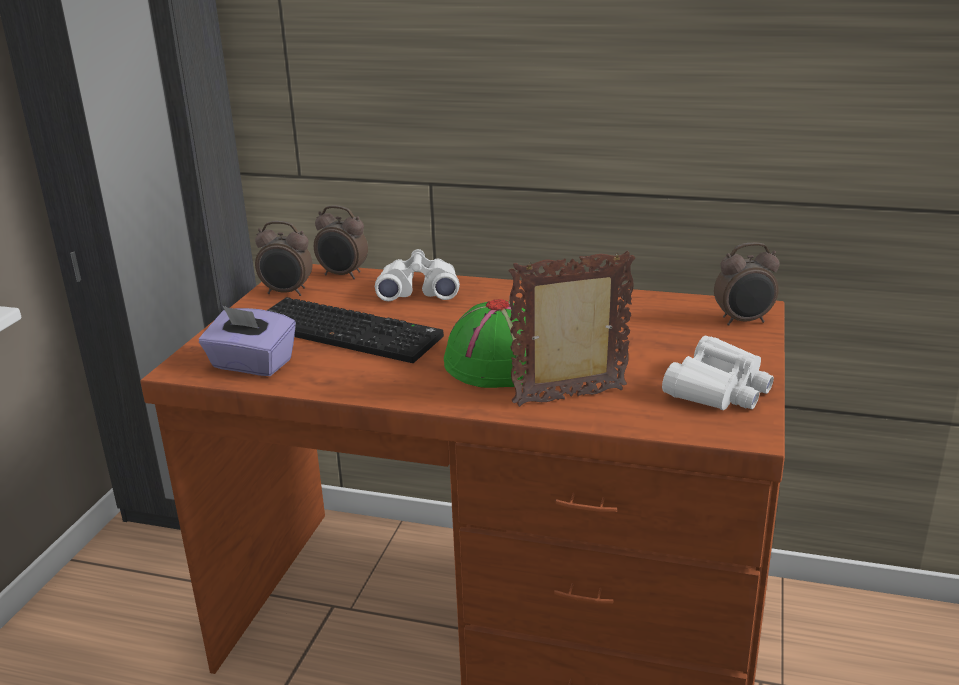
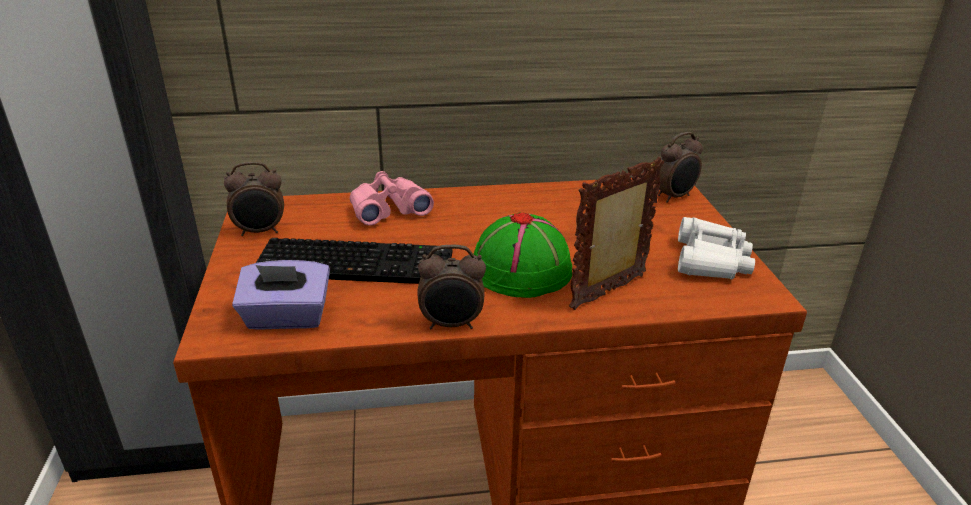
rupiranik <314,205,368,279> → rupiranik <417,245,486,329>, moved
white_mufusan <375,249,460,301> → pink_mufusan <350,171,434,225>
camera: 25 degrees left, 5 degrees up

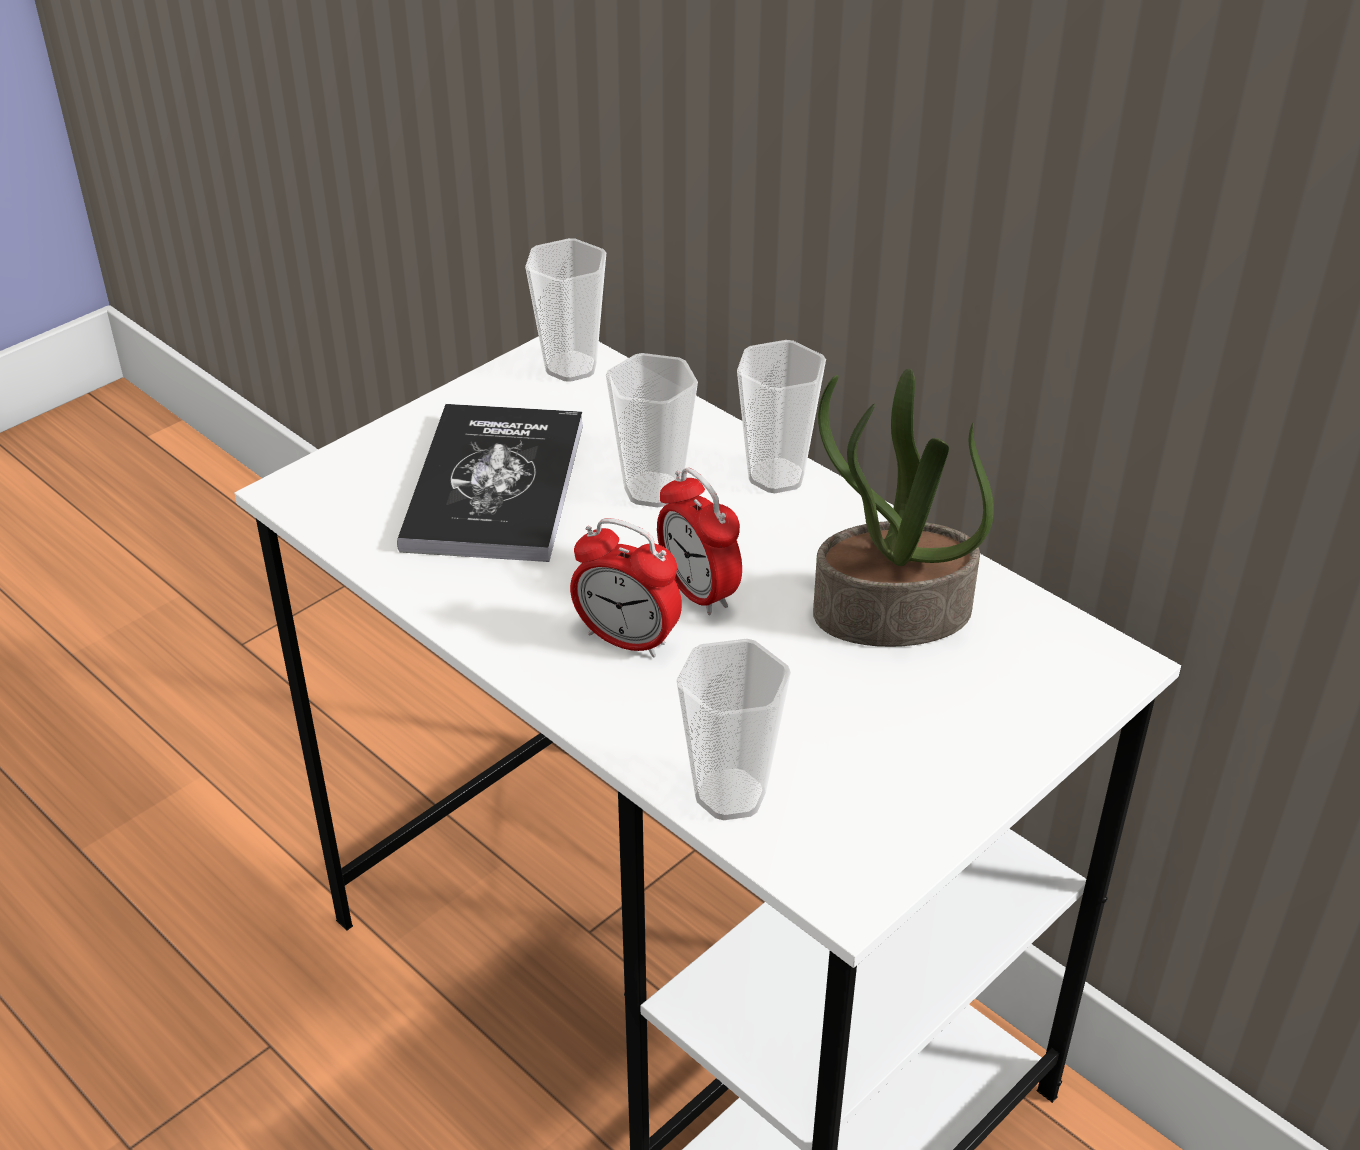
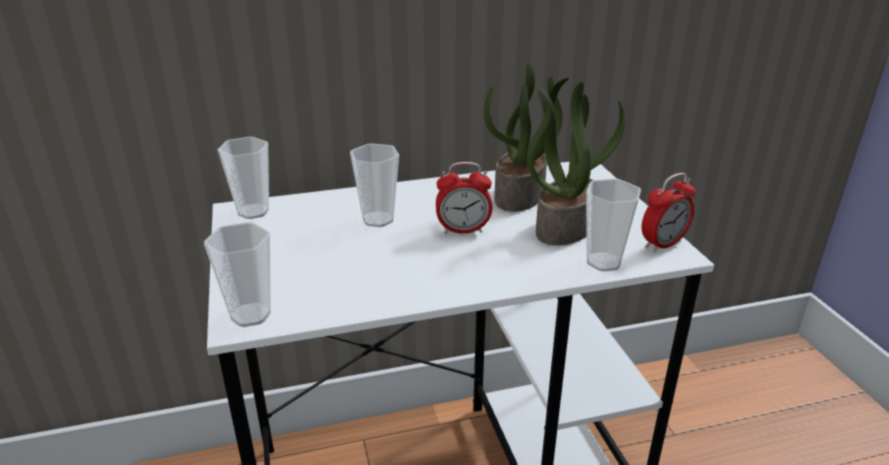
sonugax <737,340,826,493> → sonugax <204,222,271,327>, moved
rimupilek <397,404,583,562> → -
rupiranik <570,518,682,657> → rupiranik <642,173,696,253>, moved
- → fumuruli <527,82,625,246>
camera: 60 degrees left, 10 degrees down

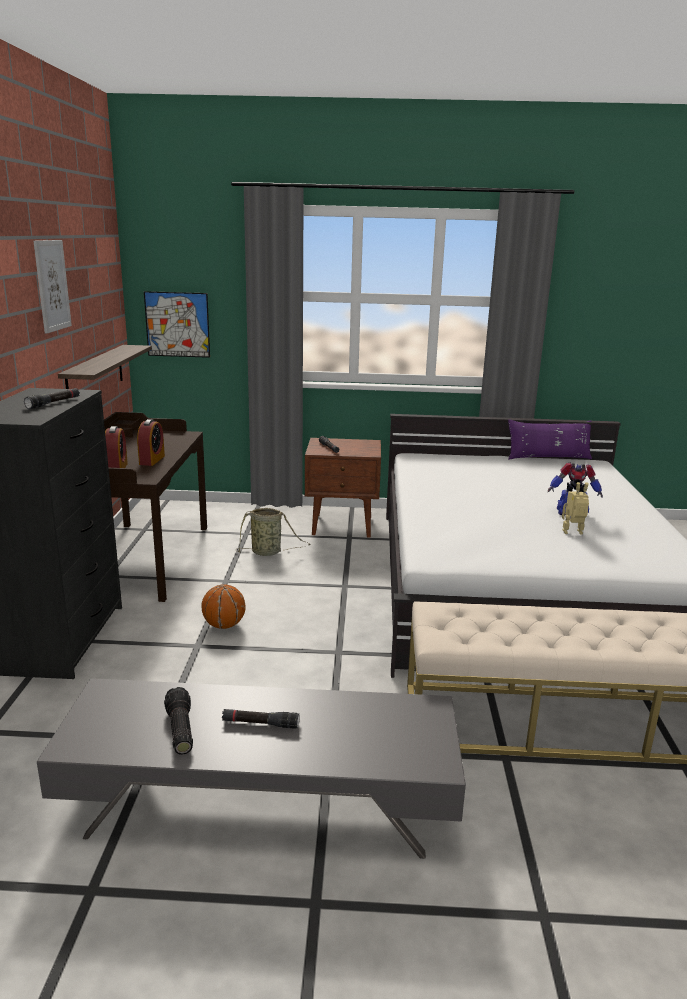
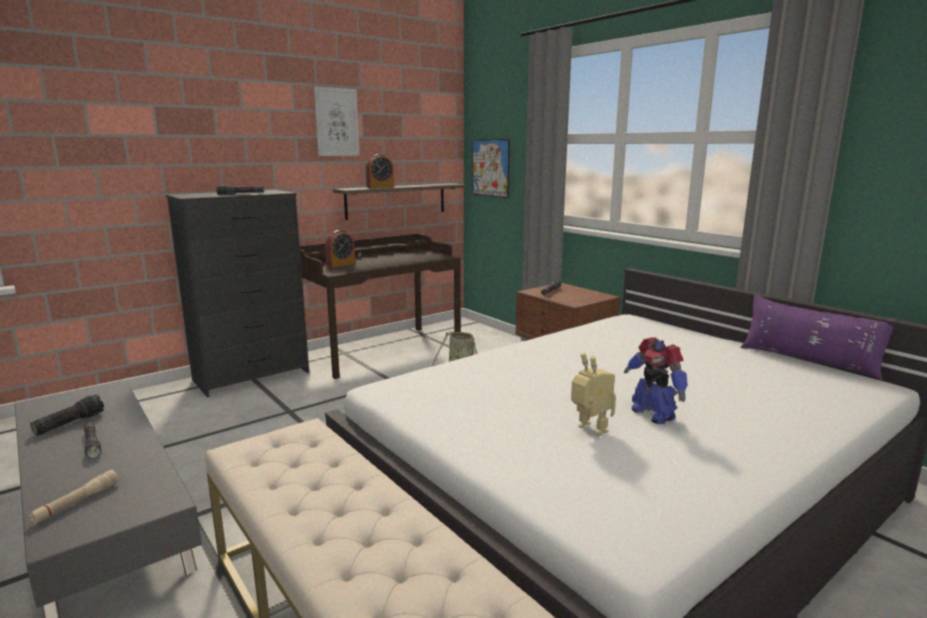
rupiranik <137,419,165,466> → rupiranik <366,154,394,188>, moved
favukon <202,584,246,629> → -
- → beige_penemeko <29,470,119,524>
camera: 50 degrees right, 5 degrees down

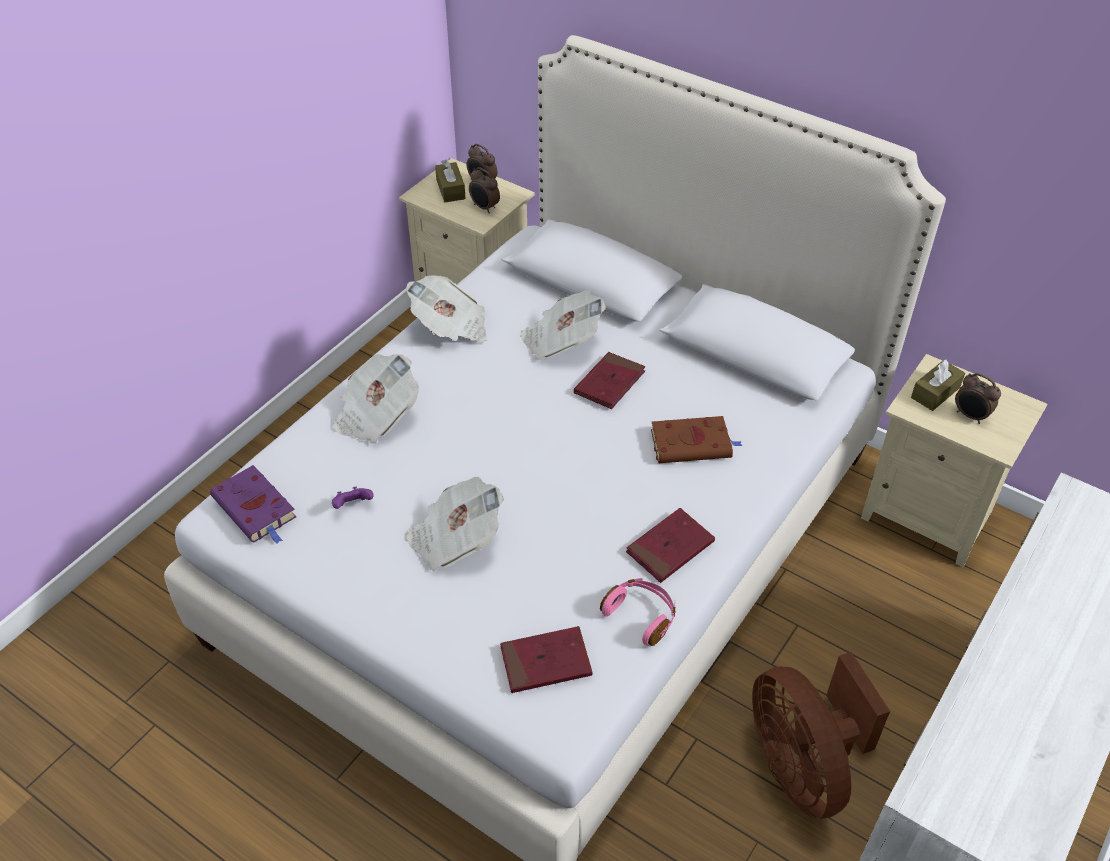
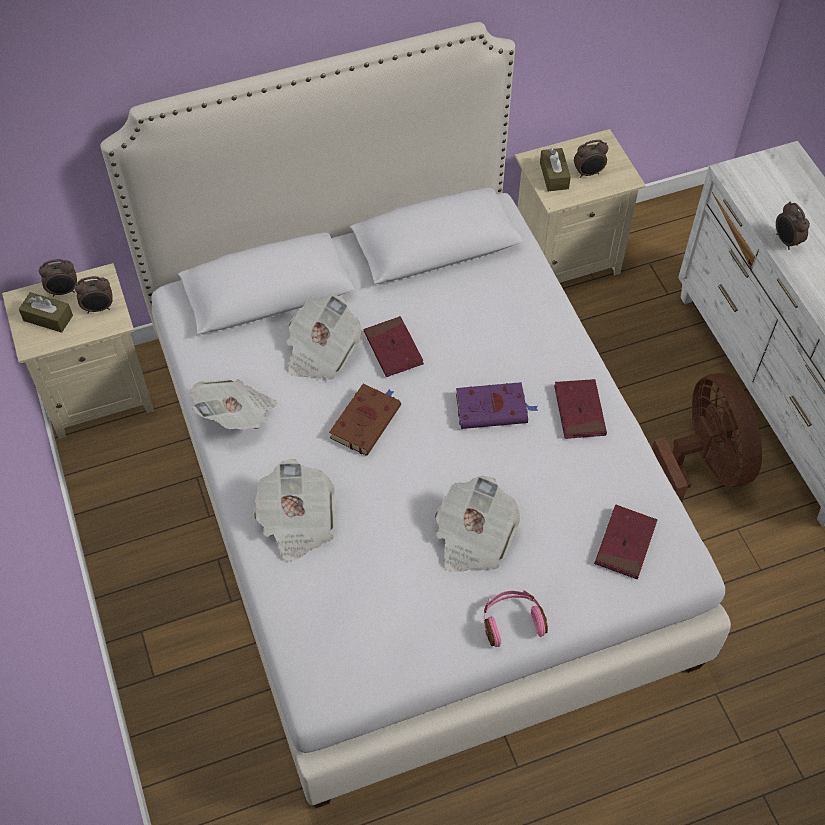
brown_rimupilek <651,416,743,463> → brown_rimupilek <329,384,401,456>, moved
purple_rimupilek <210,465,296,544> → purple_rimupilek <456,382,539,429>, moved
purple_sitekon <332,486,374,509> → -
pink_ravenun <600,578,675,646> → pink_ravenun <484,590,548,647>, moved
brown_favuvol <752,652,890,819> → brown_favuvol <652,373,762,502>, 120 degrees counterclockwise
- → rupiranik <776,202,810,250>
camera: 55 degrees left, 10 degrees up

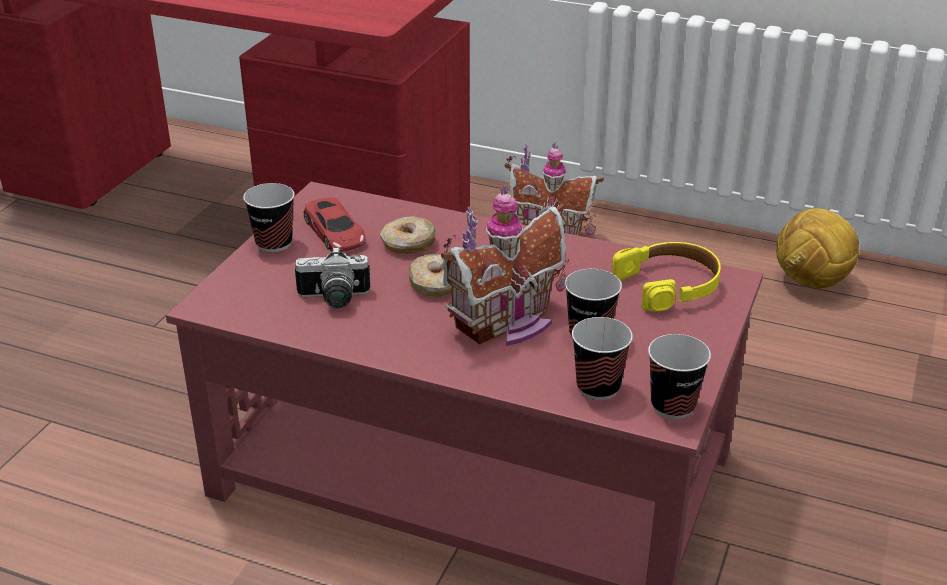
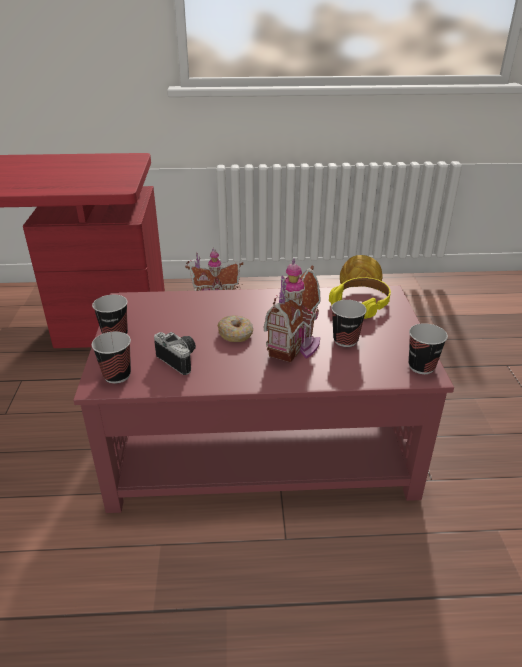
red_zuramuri <304,197,366,251> → -
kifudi <380,216,436,254> → -
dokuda <295,247,370,309> → dokuda <154,332,196,375>, 105 degrees counterclockwise
sonugax <572,317,633,400> → sonugax <92,331,131,384>, moved
camera: 25 degrees left, 0 degrees up

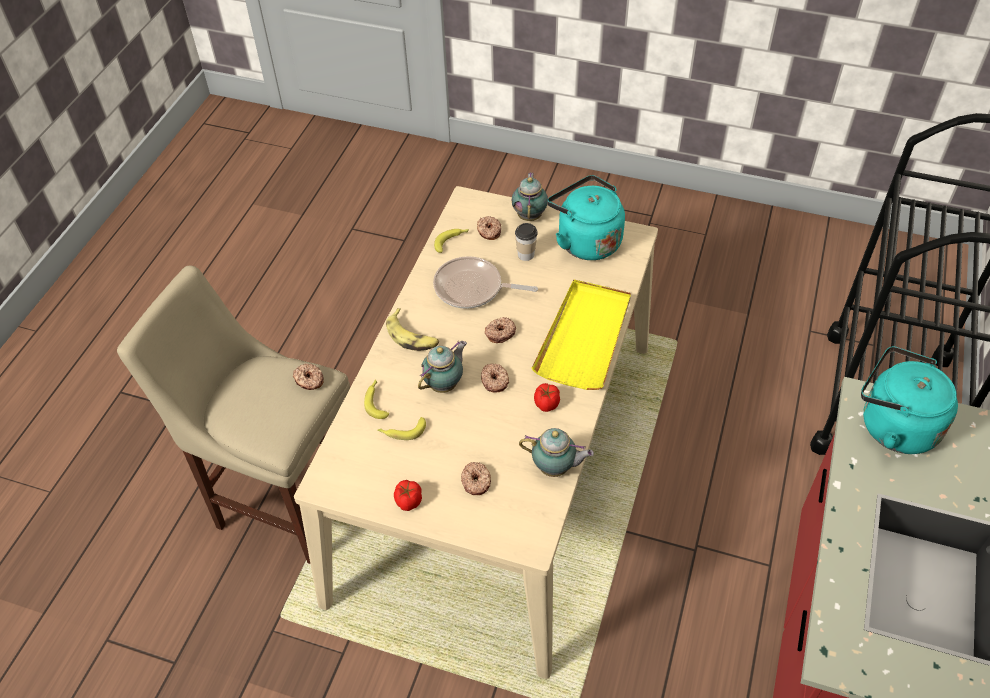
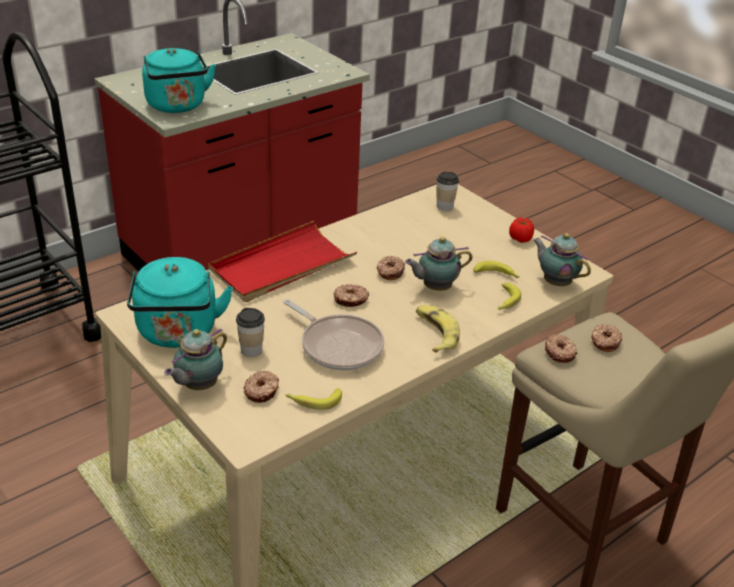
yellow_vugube <532,280,631,390> → red_vugube <208,220,357,302>
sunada <534,383,560,412> → -
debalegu <519,428,594,477> → debalegu <533,233,591,286>, moved
kifudi <461,462,491,495> → kifudi <591,324,622,352>, moved
- → sonugax <436,171,459,211>
camera: 150 degrees left, 15 degrees down

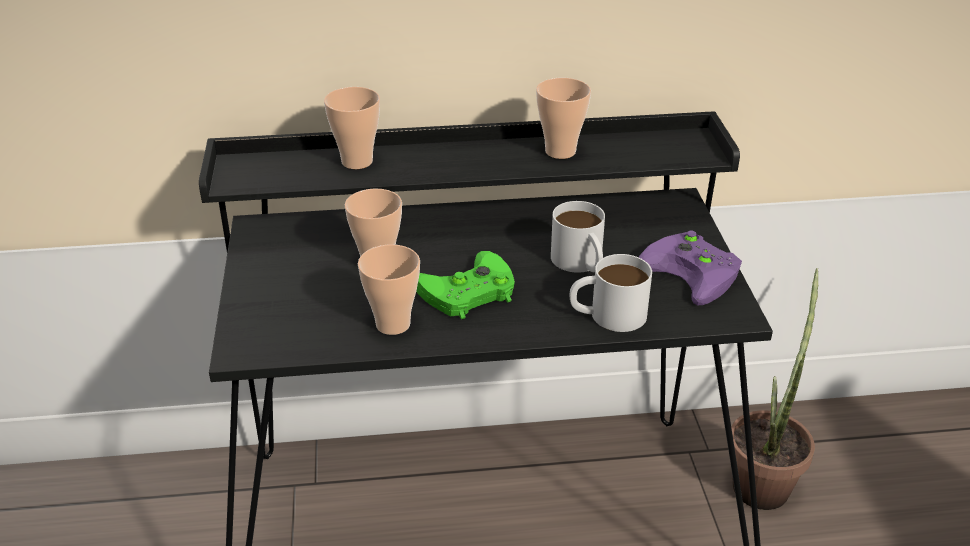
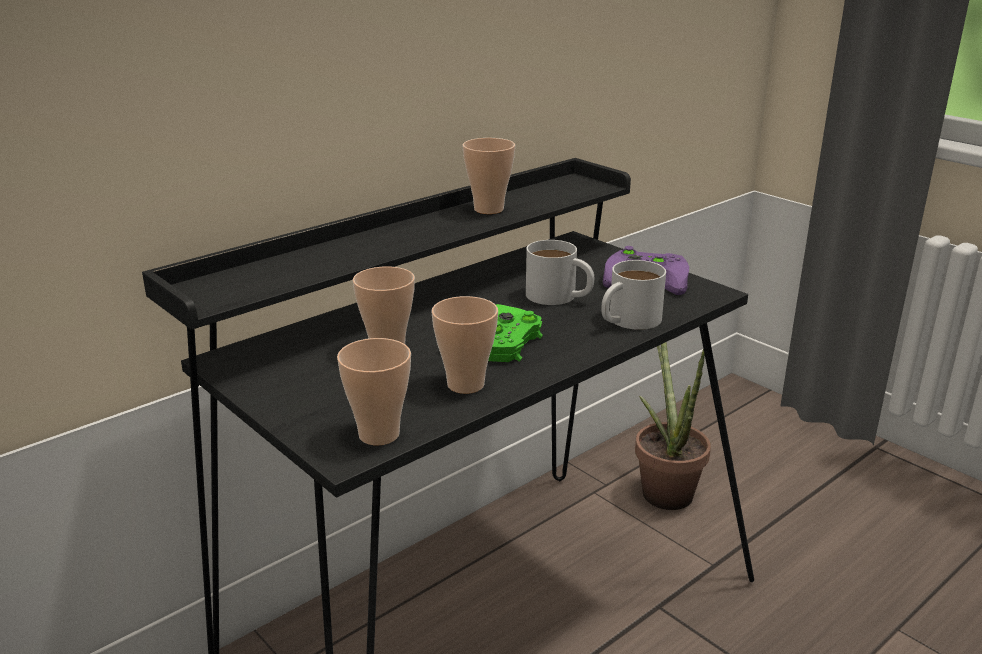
sonugax <324,87,380,169> → sonugax <337,338,411,445>, moved
camera: 35 degrees left, 10 degrees down

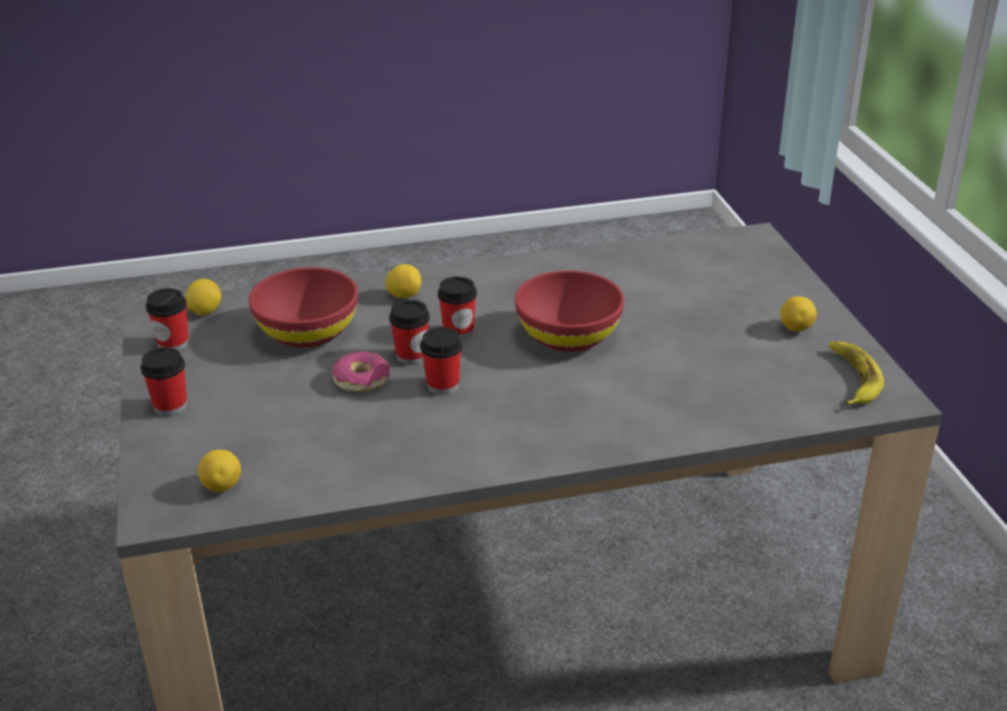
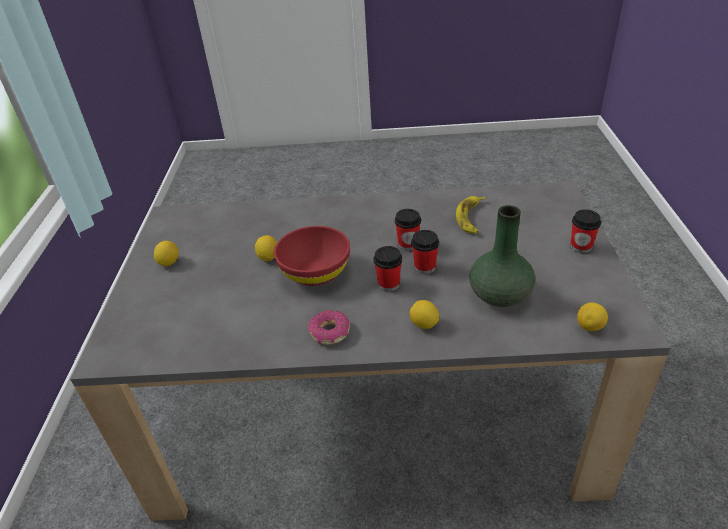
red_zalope <249,267,358,348> → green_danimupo <469,205,535,307>
sonugax <146,288,189,351> → -
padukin <829,341,884,405> → padukin <456,196,485,234>, moved
kifudi <332,351,390,392> → kifudi <308,310,350,345>, moved
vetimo <198,450,241,492> → vetimo <255,235,277,261>, moved
camera: 165 degrees left, 5 degrees up

